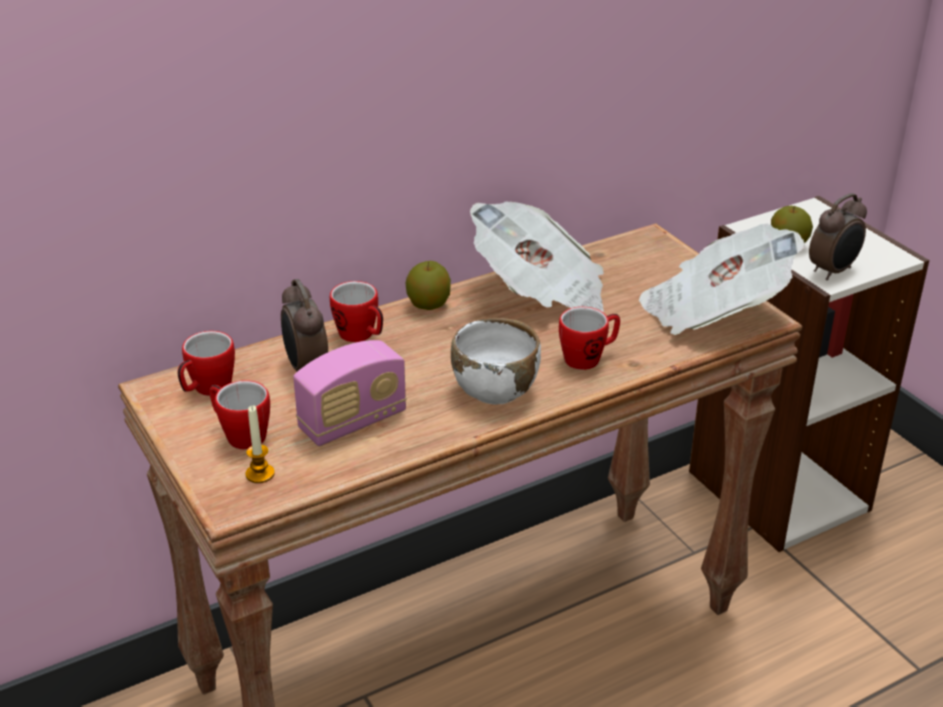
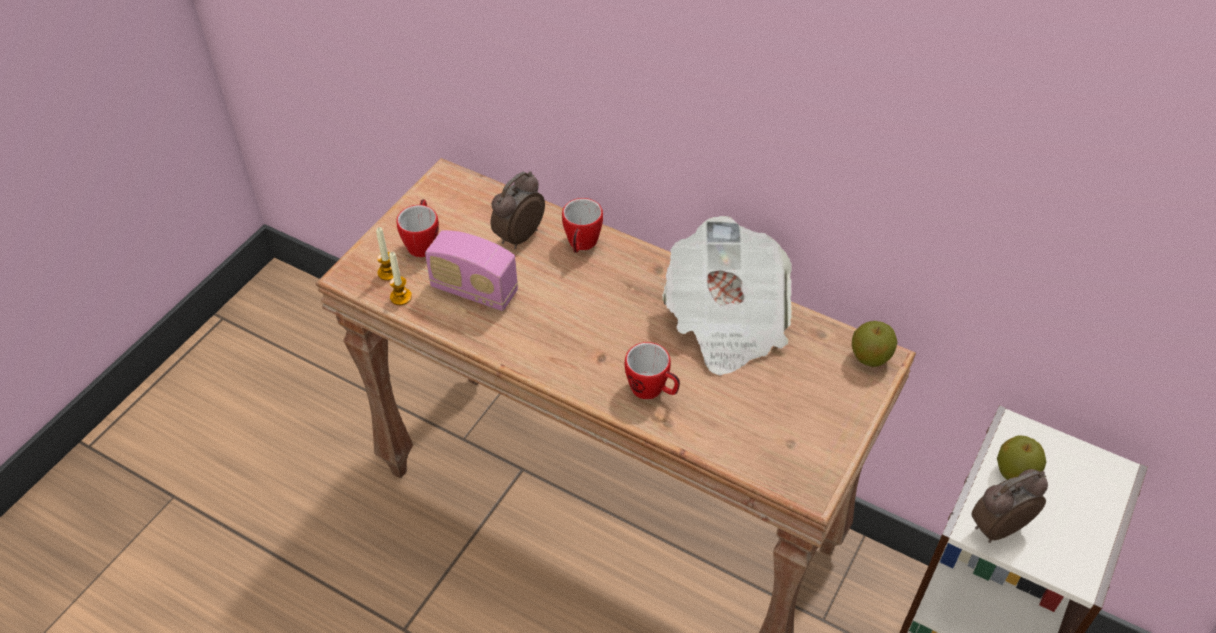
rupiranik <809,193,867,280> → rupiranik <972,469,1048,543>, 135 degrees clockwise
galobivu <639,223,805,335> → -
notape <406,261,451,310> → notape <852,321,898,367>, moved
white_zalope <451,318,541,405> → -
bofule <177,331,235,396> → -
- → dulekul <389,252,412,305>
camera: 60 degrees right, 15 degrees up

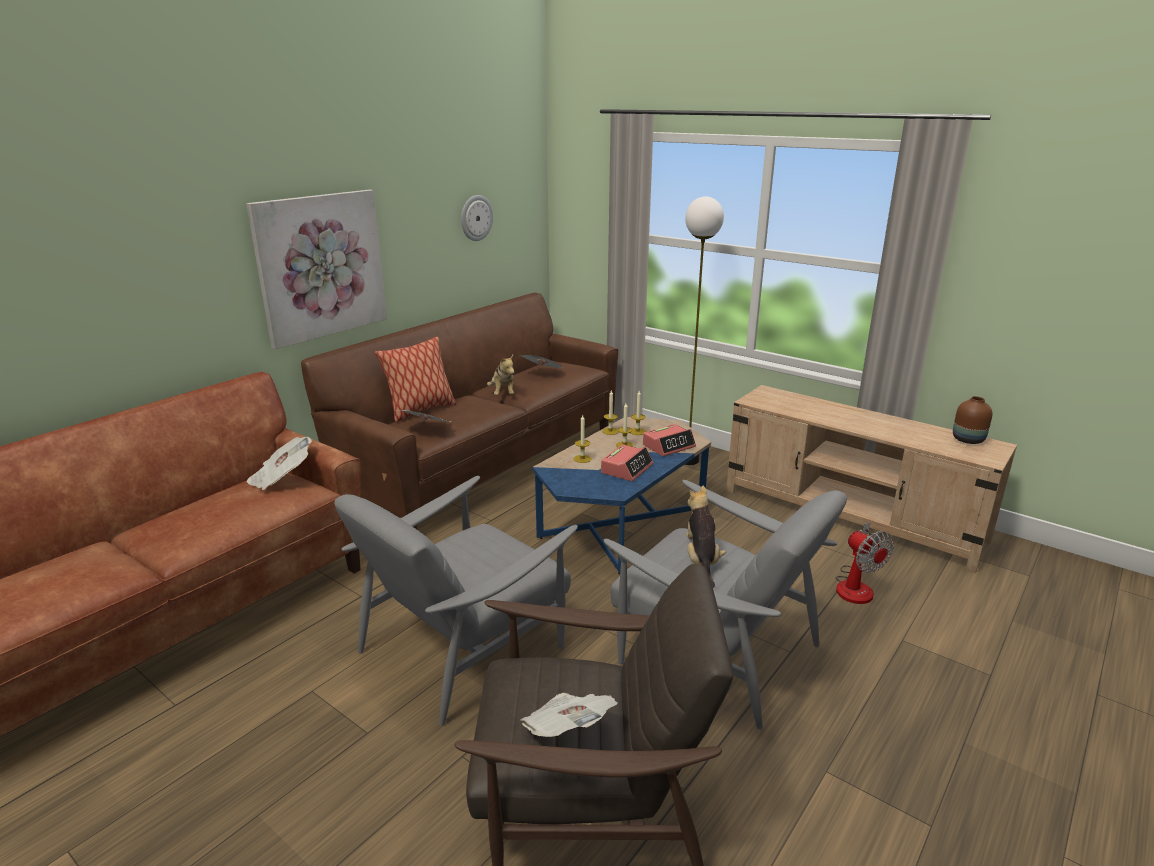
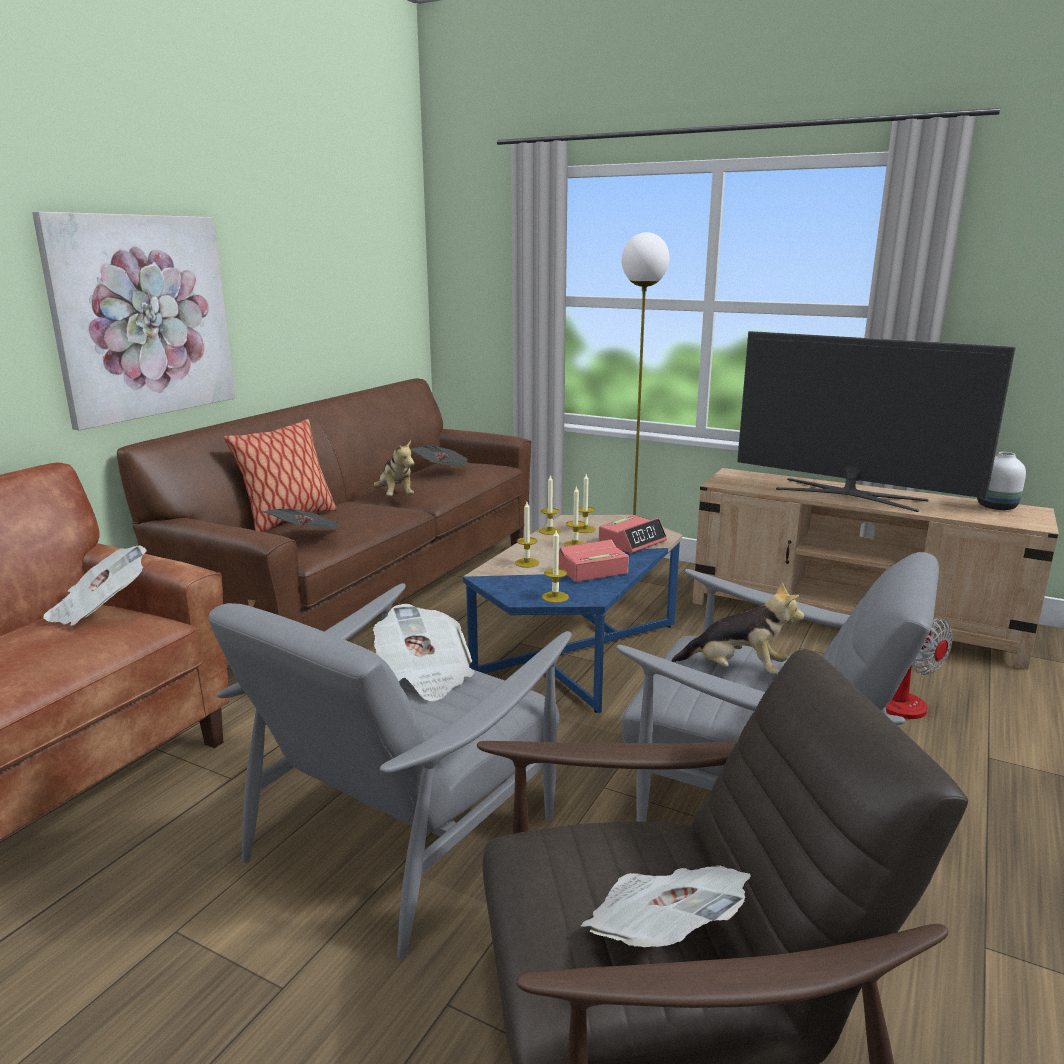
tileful <461,195,493,241> → -
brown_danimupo <953,396,993,444> → white_danimupo <977,452,1026,510>
rupiranik <601,444,653,481> → rupiranik <559,540,629,582>, 135 degrees counterclockwise
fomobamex <686,486,726,588> → fomobamex <671,581,804,674>, 120 degrees clockwise
- → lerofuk <737,331,1016,512>
- → dulekul <542,530,569,603>
- → galobivu <373,604,474,701>
camera: 10 degrees left, 5 degrees down

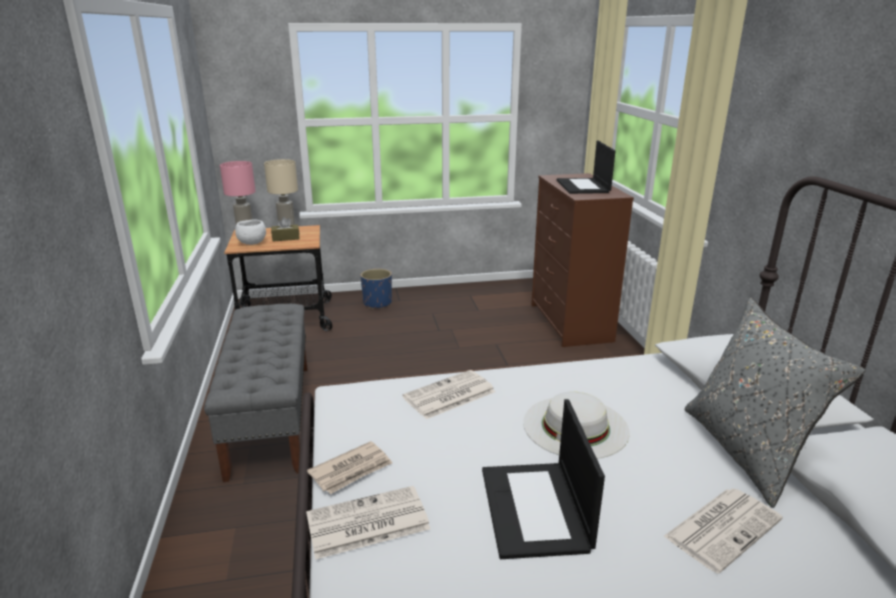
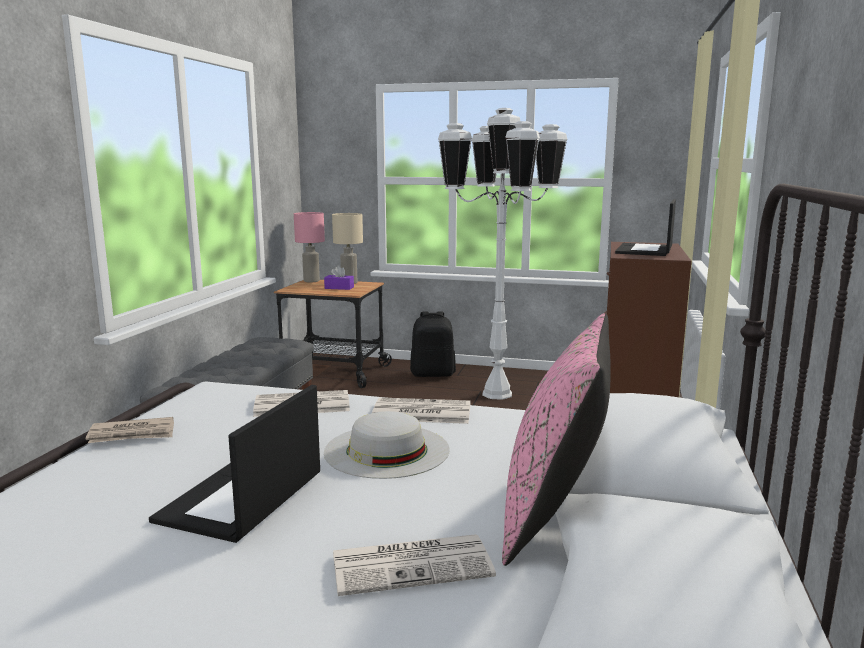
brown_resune <271,217,300,242> → purple_resune <324,266,354,290>
white_zalope <235,220,266,245> → -
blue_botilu <361,269,392,309> → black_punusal <410,311,456,377>
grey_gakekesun <685,298,866,508> → pink_gakekesun <502,313,611,566>
galobivu <306,486,430,560> → galobivu <372,397,471,424>, moved
- → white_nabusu <438,108,568,400>
camera: 25 degrees right, 10 degrees down

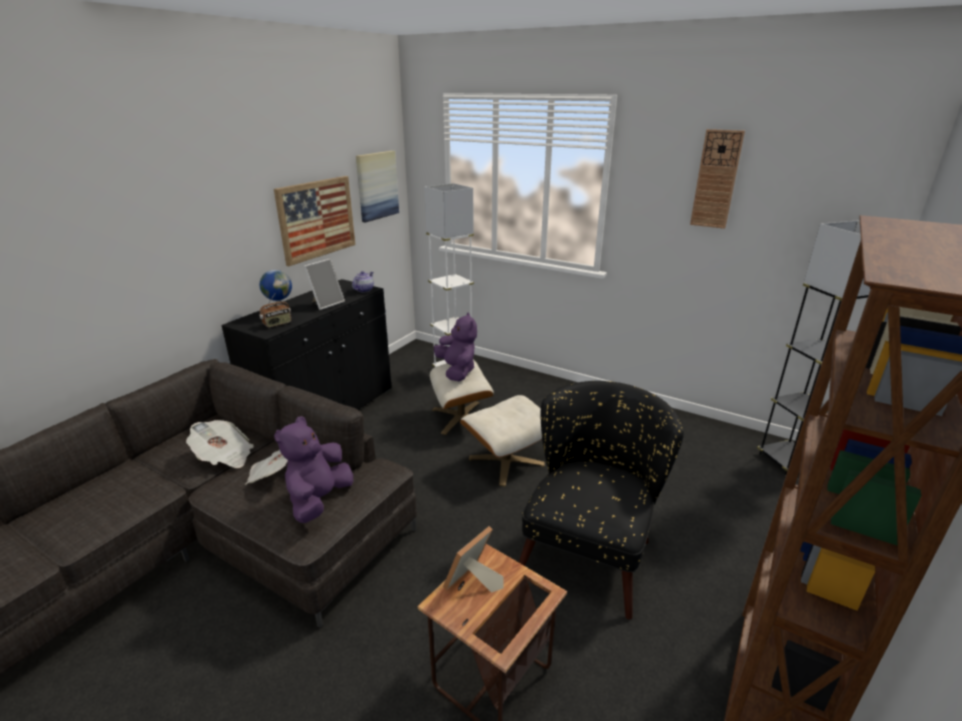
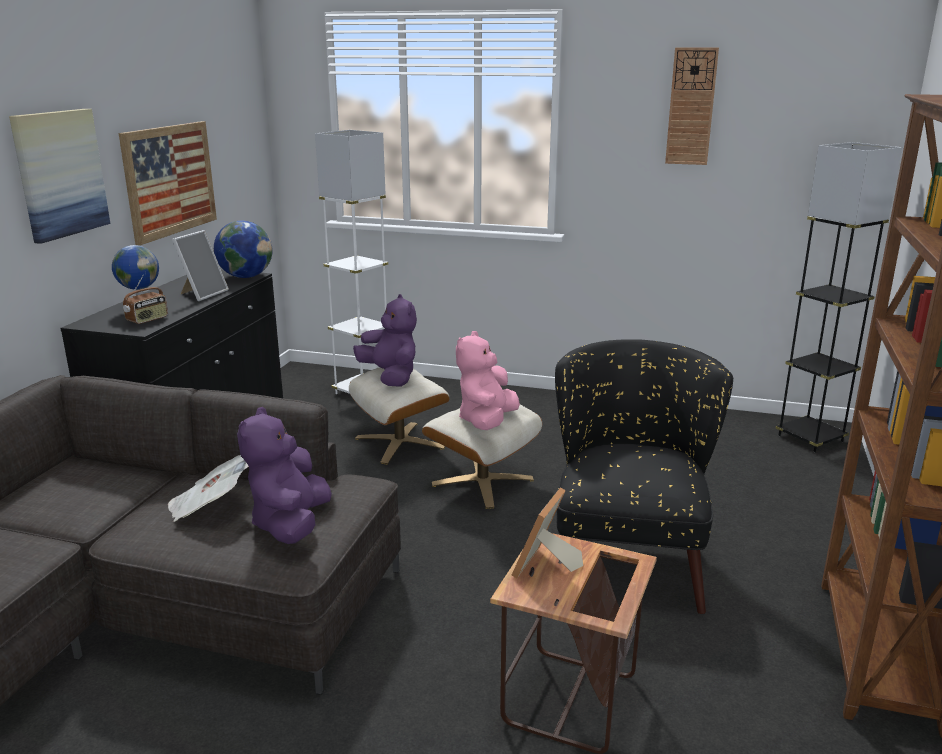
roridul <356,151,399,222> → roridul <9,109,111,244>, moved
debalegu <352,271,374,292> → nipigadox <214,221,273,278>
galobivu <186,420,254,468> → -
- → pink_fomobamex <456,331,520,430>
camera: 15 degrees left, 5 degrees down

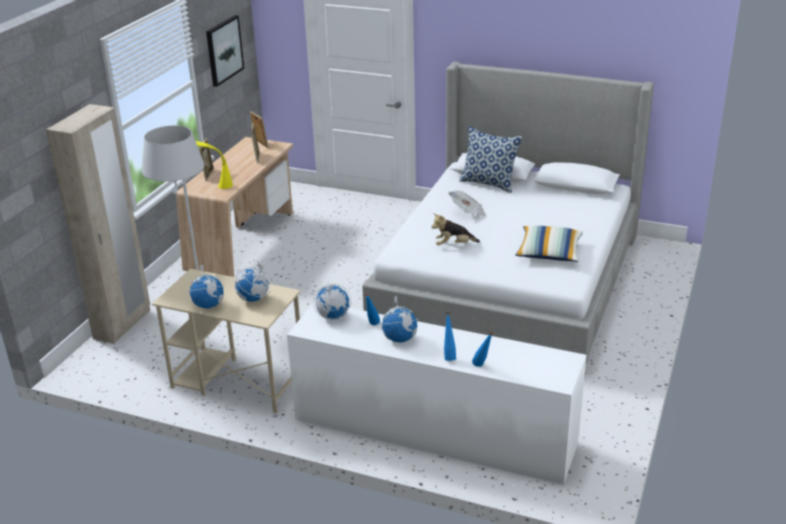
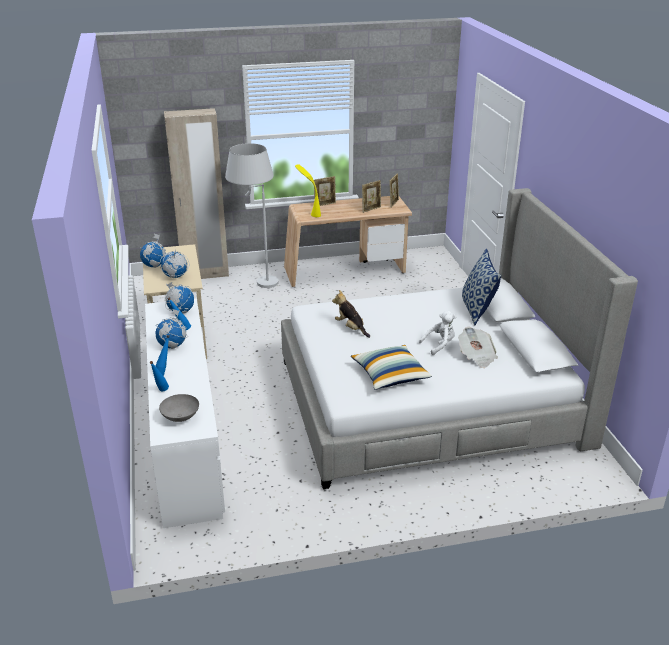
roridul <206,15,244,87> → -
galobivu <448,190,487,217> → galobivu <458,327,498,368>, moved
- → white_fomobamex <419,311,456,355>
- → grey_zalope <159,394,199,422>
camera: 55 degrees right, 0 degrees up

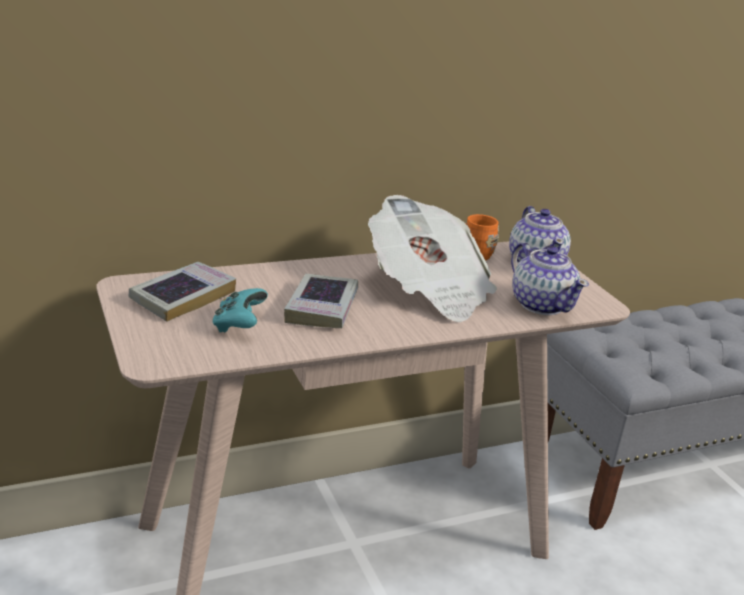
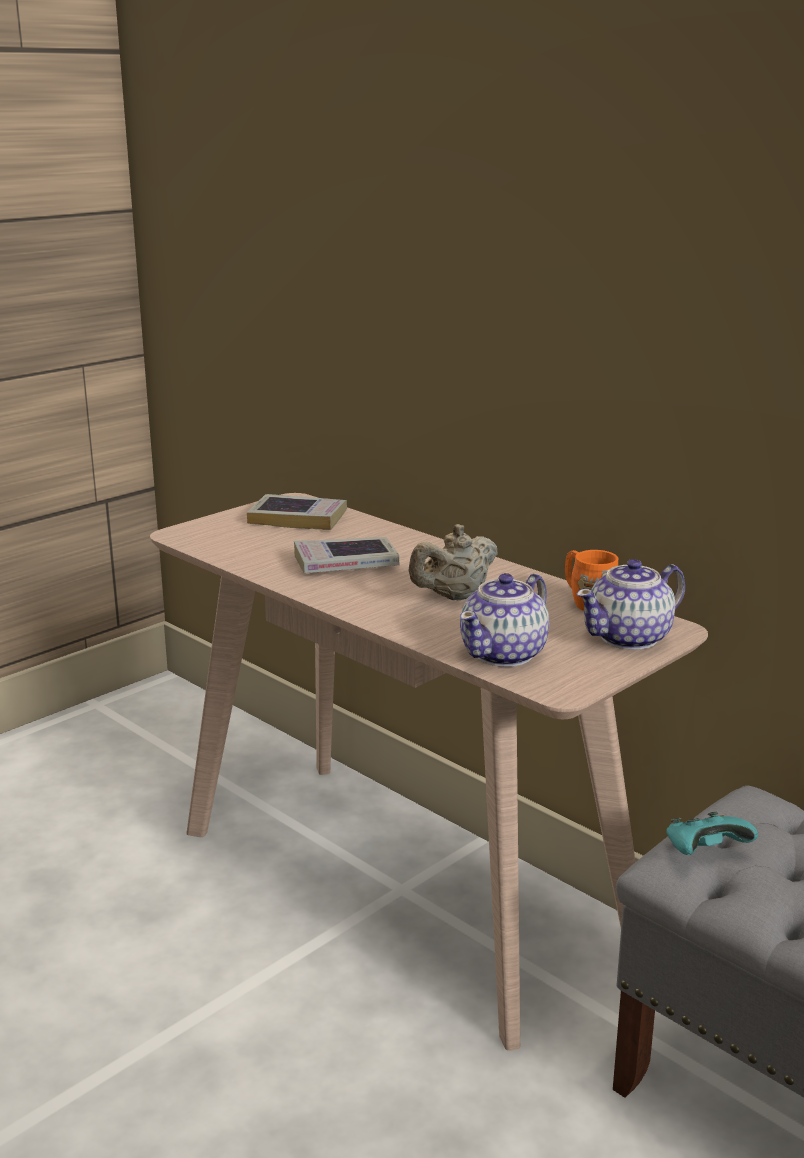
galobivu <368,195,497,323> → beige_debalegu <409,524,498,600>
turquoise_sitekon <213,288,268,333> → turquoise_sitekon <666,812,758,855>, moved
camera: 70 degrees right, 5 degrees down

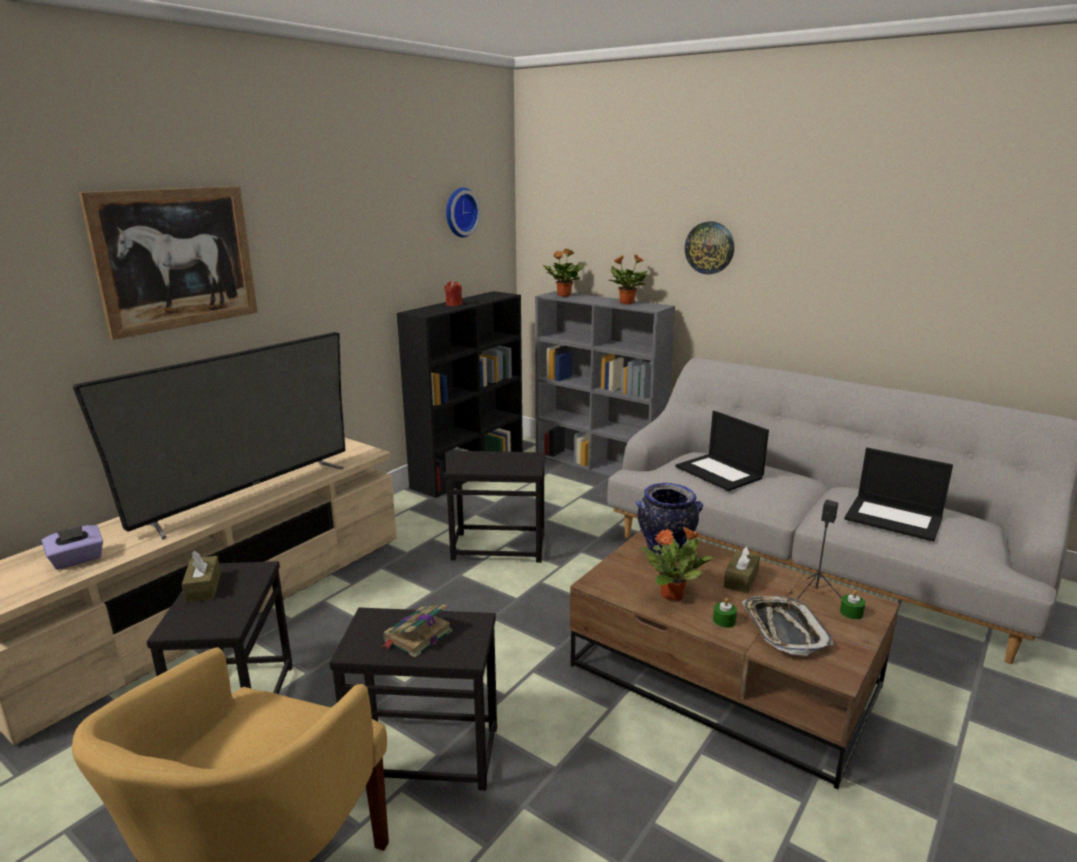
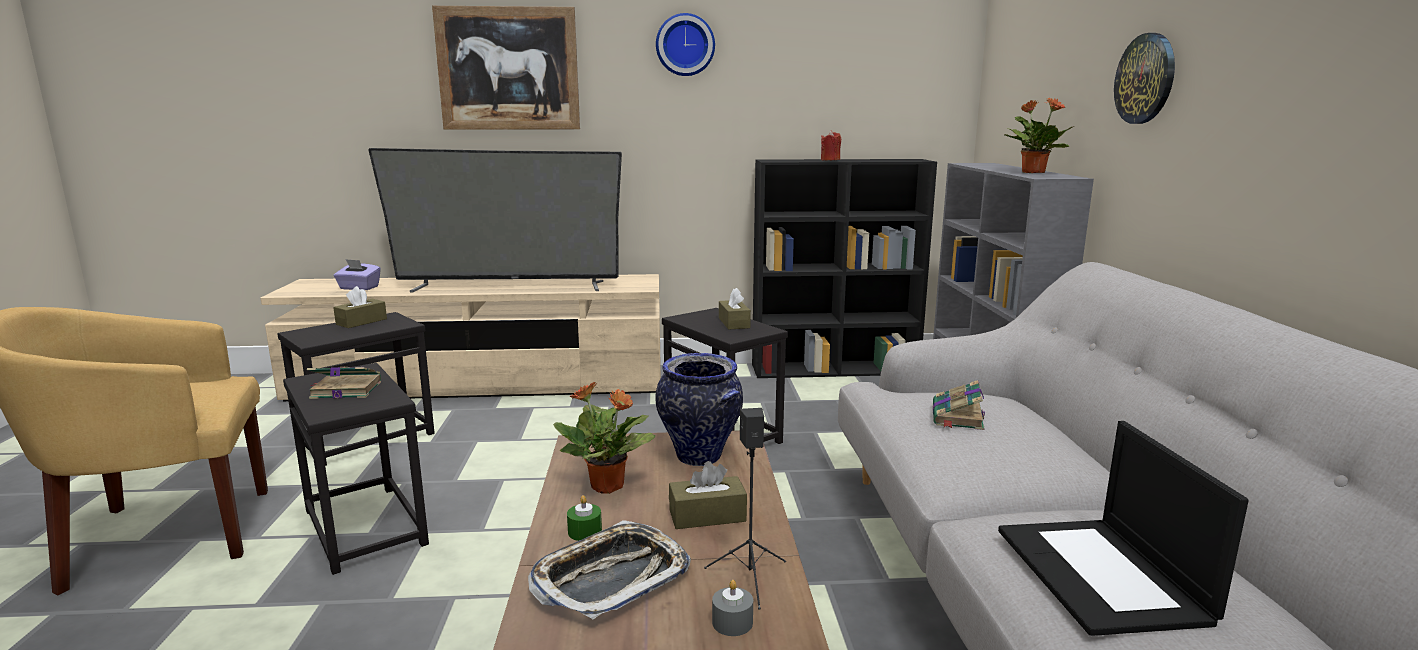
tileful <446,188,481,237> → tileful <656,13,715,76>, moved
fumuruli <543,249,584,297> → -
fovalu <675,411,769,491> → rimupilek <933,380,985,430>
green_dulekul <840,590,865,619> → grey_dulekul <712,580,753,636>
- → brown_resune <719,288,751,330>
camera: 50 degrees right, 5 degrees down

